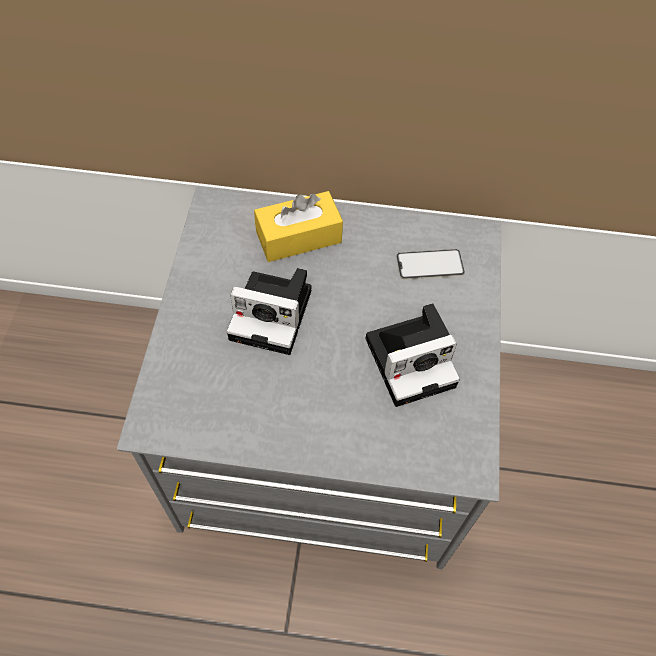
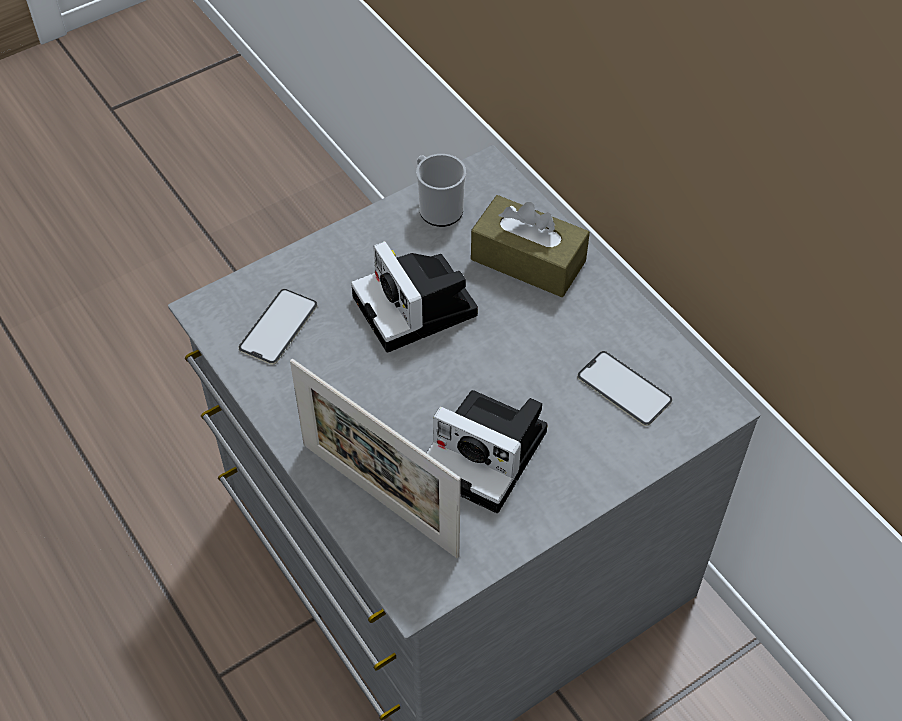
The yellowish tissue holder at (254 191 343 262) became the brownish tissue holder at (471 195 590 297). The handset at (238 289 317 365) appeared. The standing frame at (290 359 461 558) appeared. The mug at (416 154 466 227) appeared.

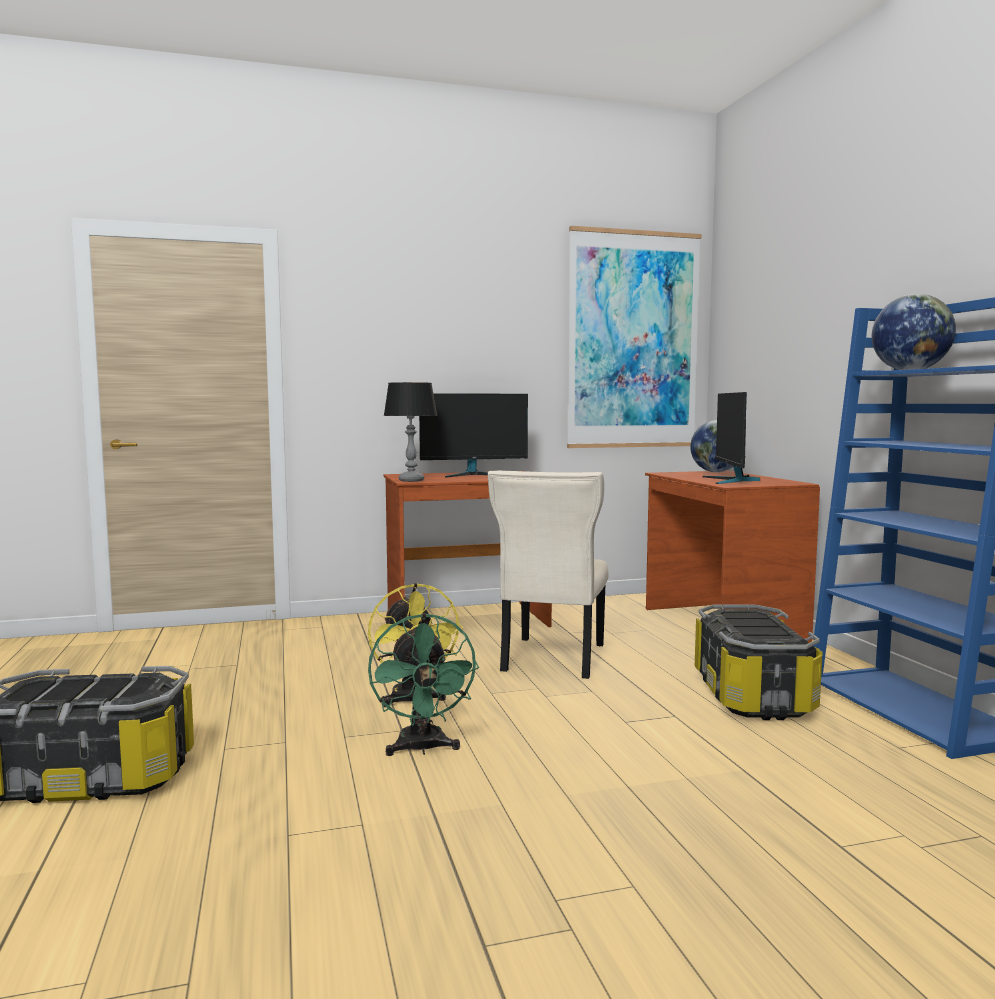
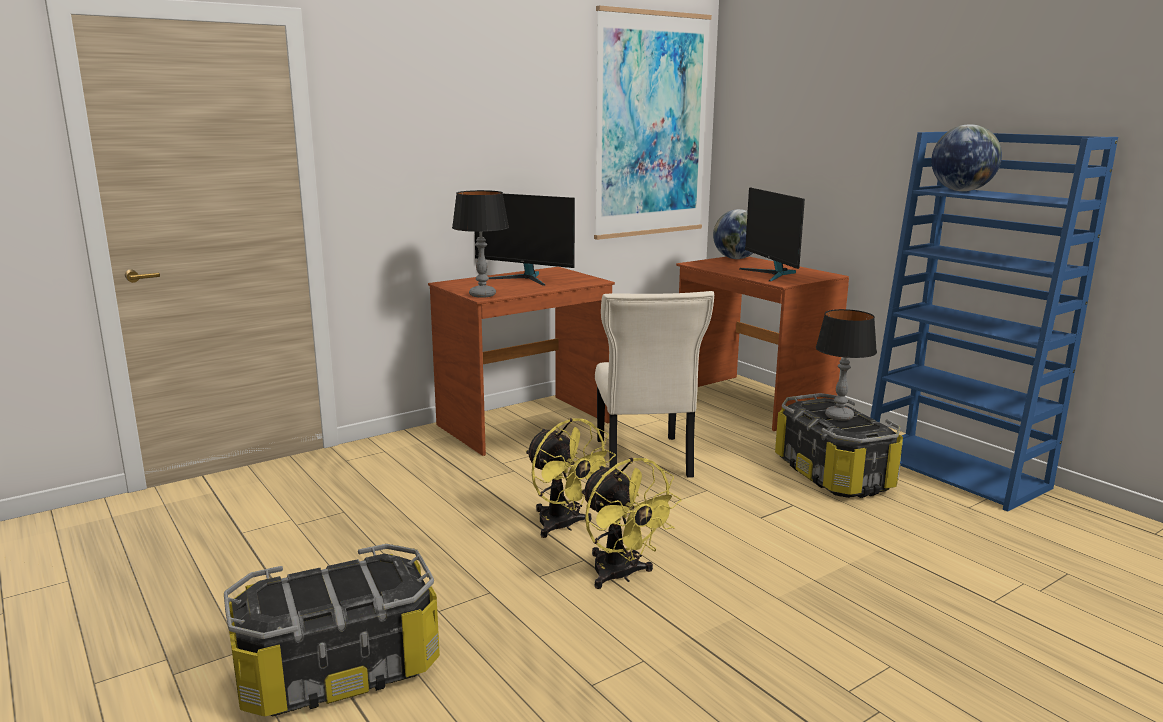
The green-coloured electric fan at (368 613 479 756) became the yellowish electric fan at (581 458 682 589). The computer display at (419 393 528 478) turned 60 degrees clockwise. The table lamp at (816 309 877 421) appeared.

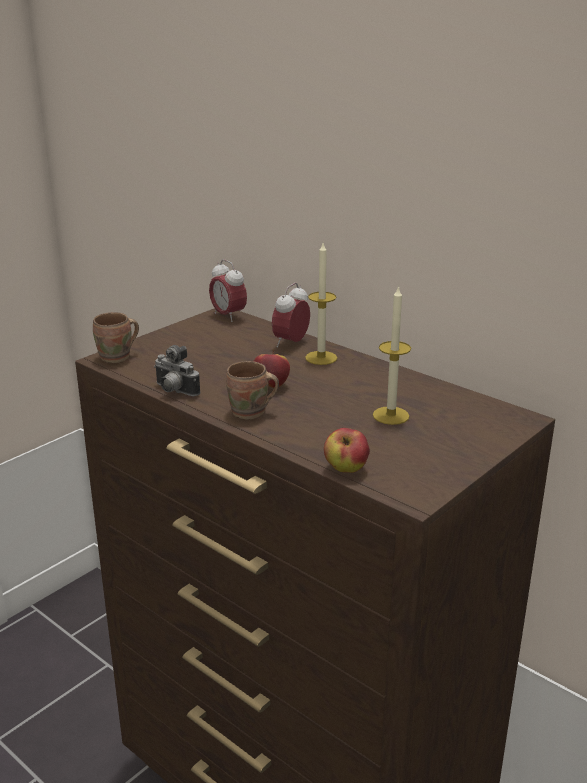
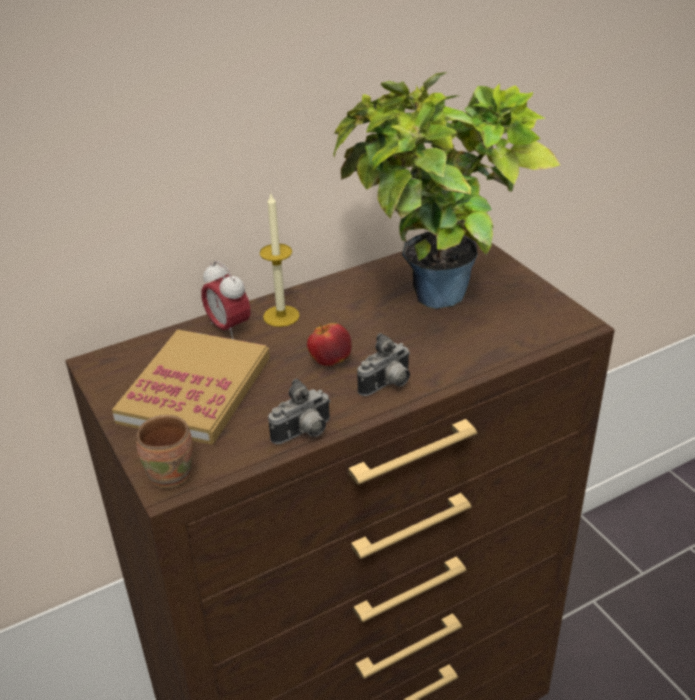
The table clock at (209 259 247 322) disappeared. The brownish mug at (226 361 279 420) was replaced by the still camera at (357 333 410 396). The apple fruit at (324 428 370 473) disappeared. The wax light at (373 285 411 425) was replaced by the houseplant at (333 72 560 309). The volume at (112 329 270 445) appeared.

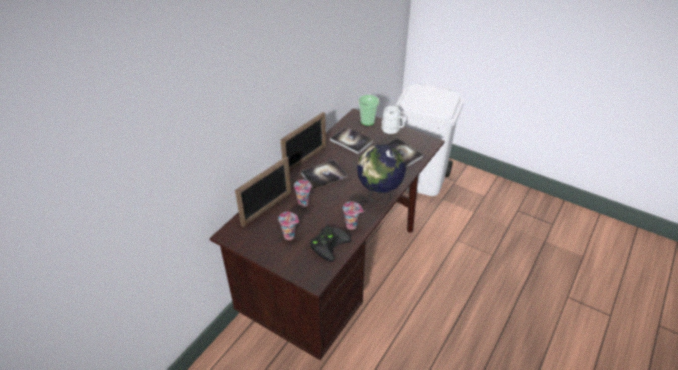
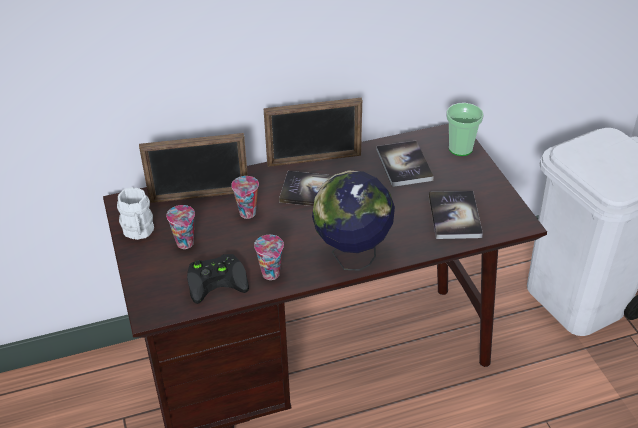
The whitish mug moved from (382 106 405 134) to (117 187 154 240).

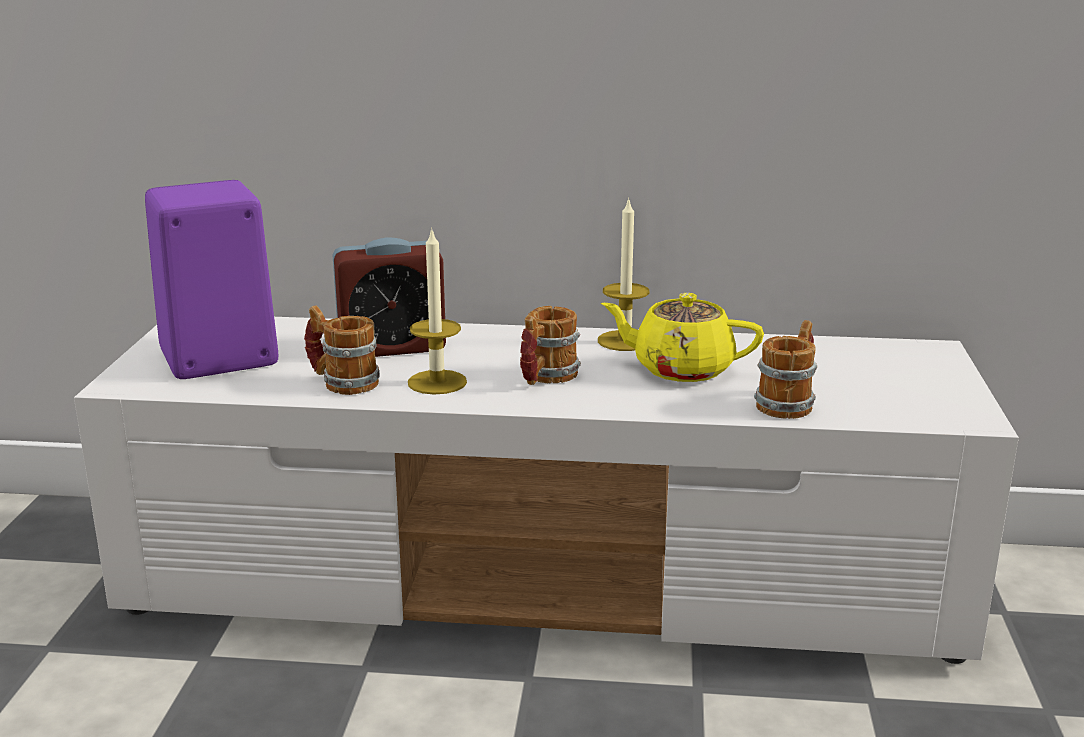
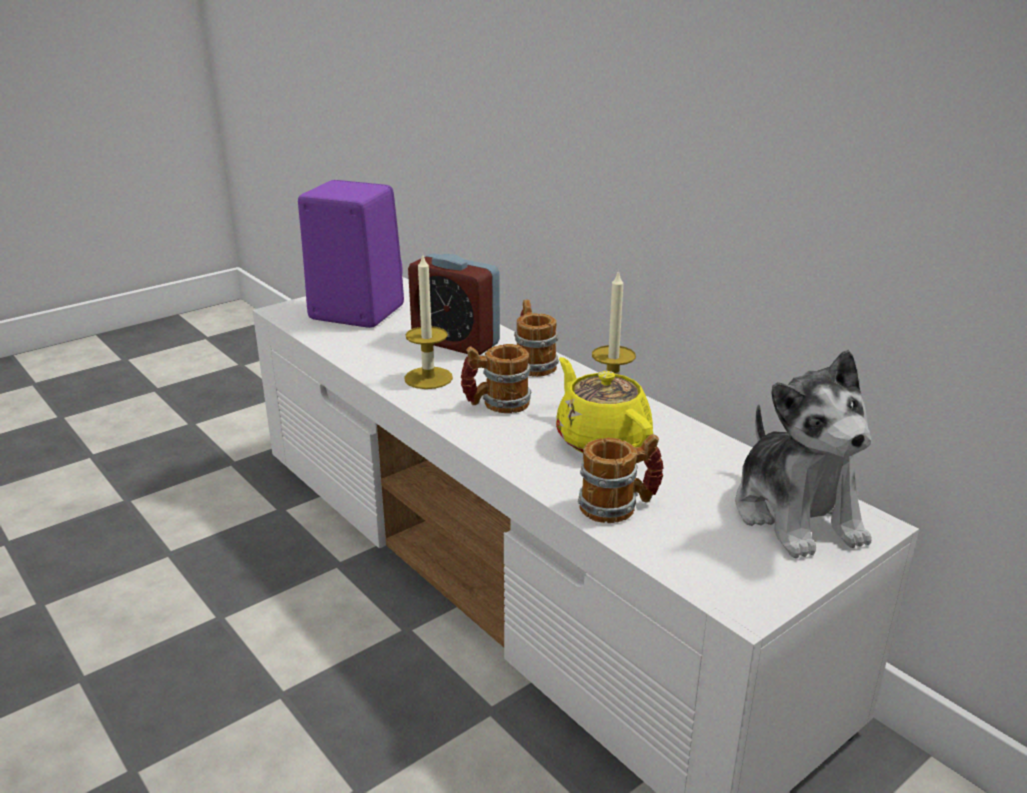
The mug moved from (304 305 380 395) to (514 299 559 377). The cuddly toy at (735 350 872 558) appeared.

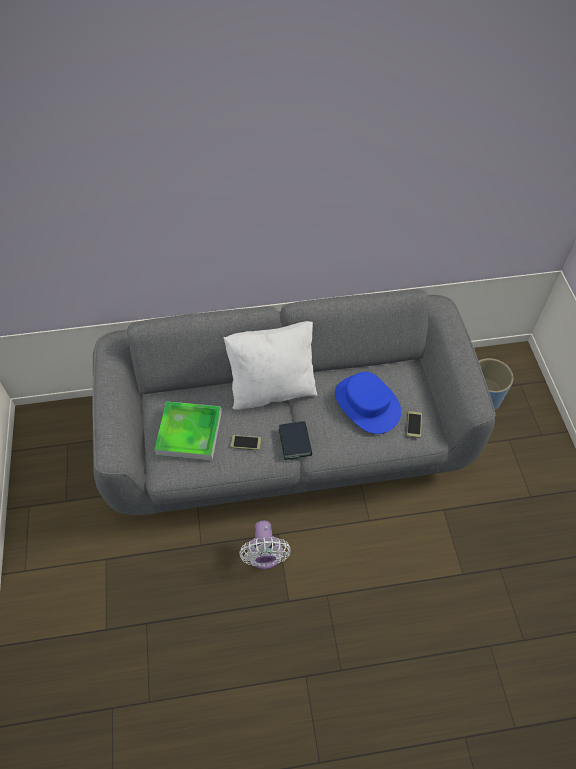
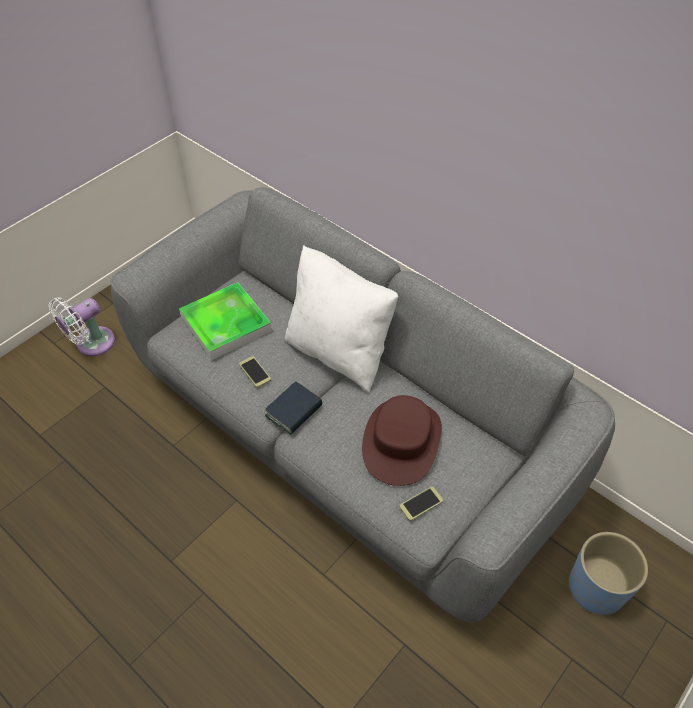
The whitish electric fan moved from (239 521 291 569) to (49 297 115 356). The blue clothing hat at (335 372 401 434) became the brownish clothing hat at (362 395 442 486).

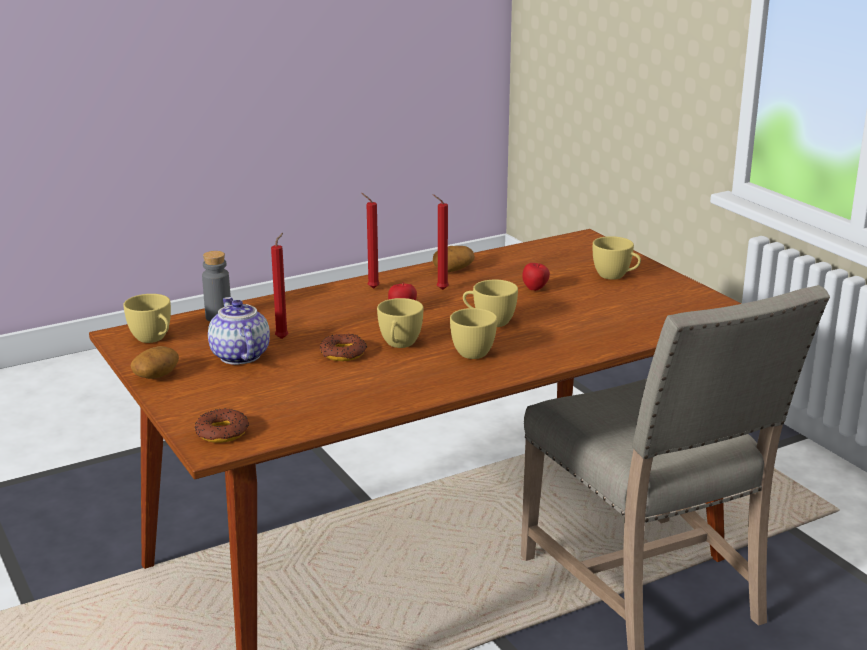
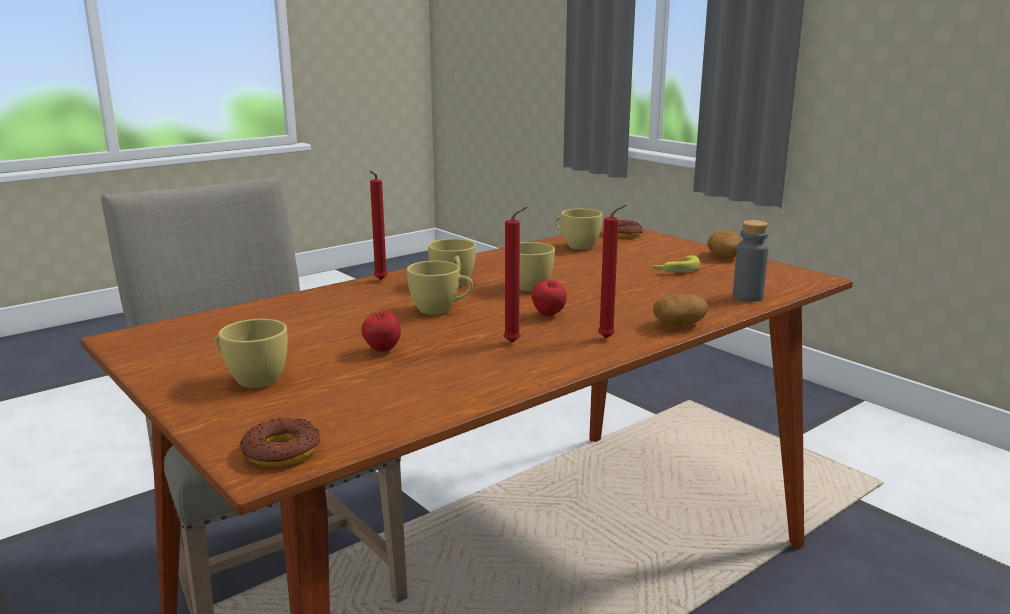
The yellowish cup moved from (123 294 171 343) to (555 209 603 250). The tea pot at (208 297 270 365) was replaced by the banana fruit at (652 256 700 272). The red-coloured wax light moved from (271 233 288 339) to (370 171 388 280). The donut moved from (319 334 367 361) to (240 417 321 466). The spud moved from (433 246 475 272) to (653 293 708 327).

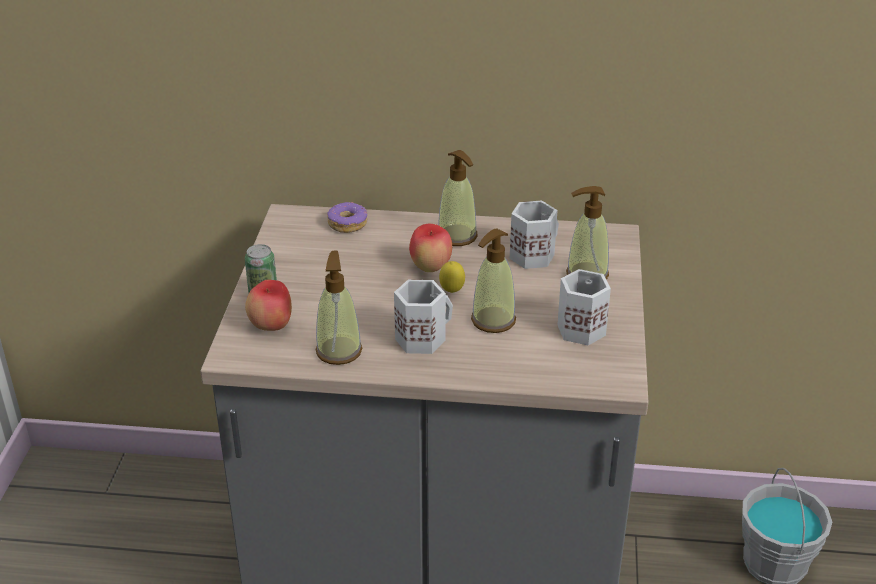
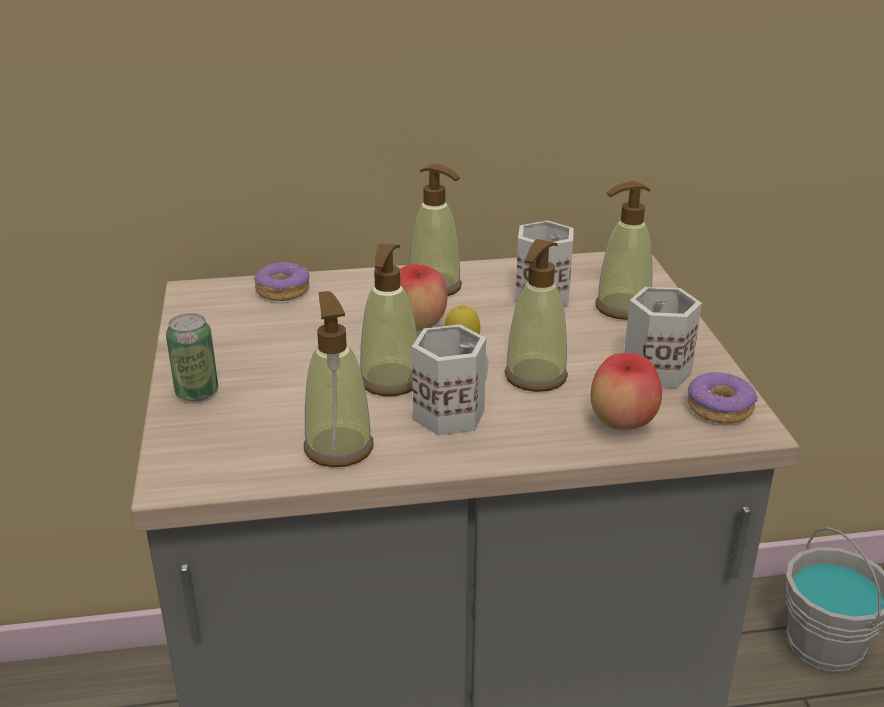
The apple fruit moved from (245 280 292 331) to (590 353 662 430). The soap dispenser at (360 244 418 396) appeared. The donut at (687 372 758 424) appeared.

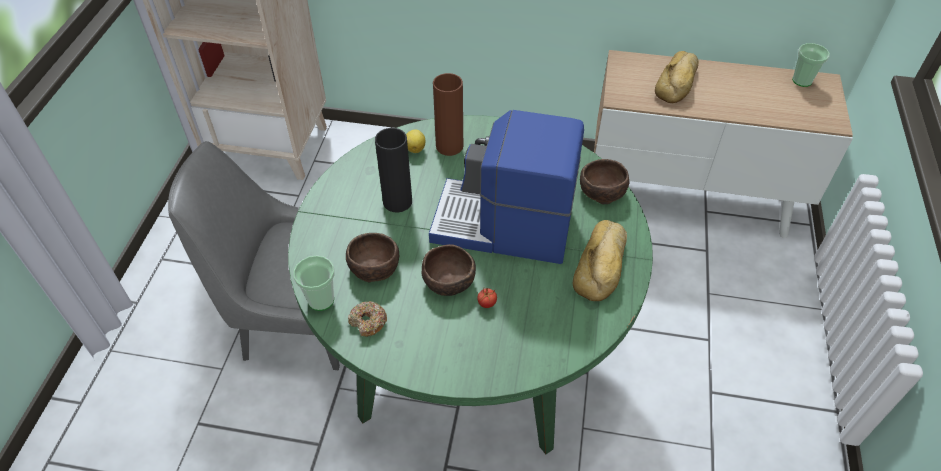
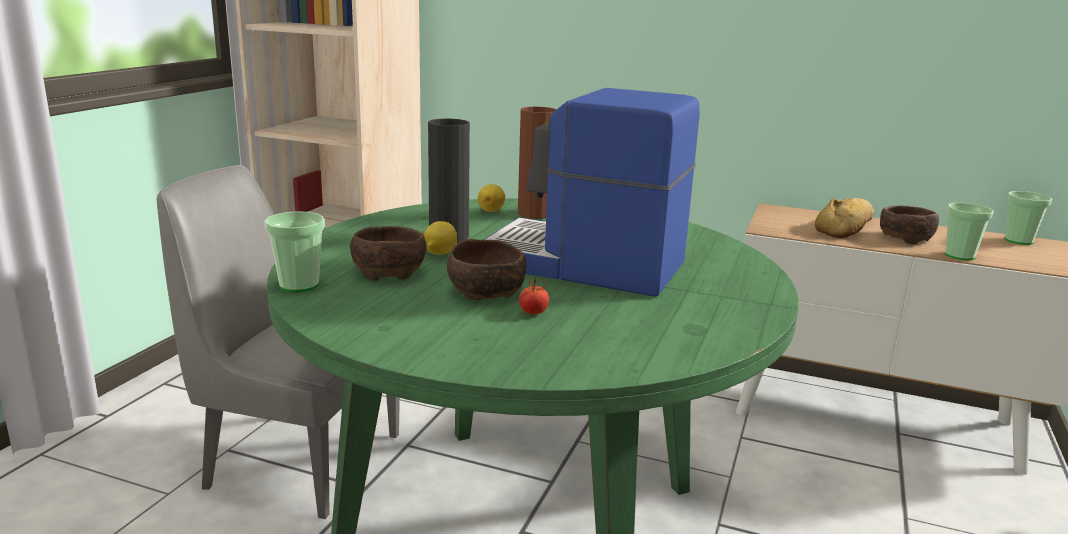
The donut at (348 301 387 337) disappeared. The bread at (573 220 627 301) disappeared. The brownish serving bowl moved from (580 159 629 204) to (880 205 939 244). The lemon at (424 221 457 255) appeared. The cup at (945 203 994 260) appeared.

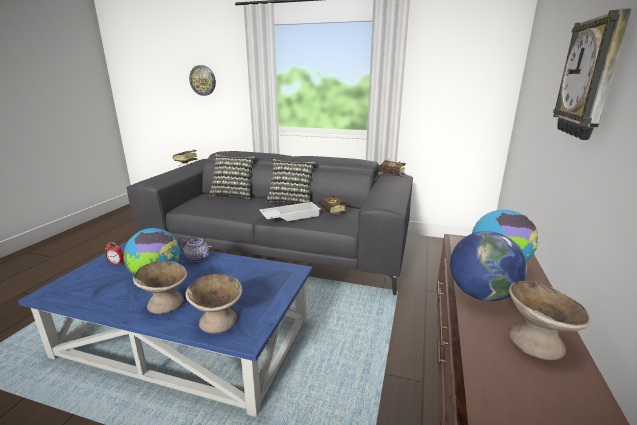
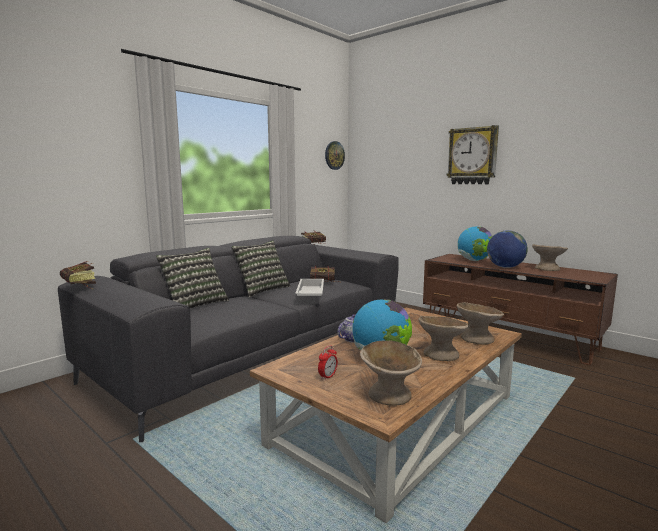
The blue coffee table at (18 240 312 417) became the brownish coffee table at (250 308 522 523). The clock on the wall moved from (189 65 216 96) to (325 141 345 170). The beige serving bowl at (360 341 422 406) appeared.

